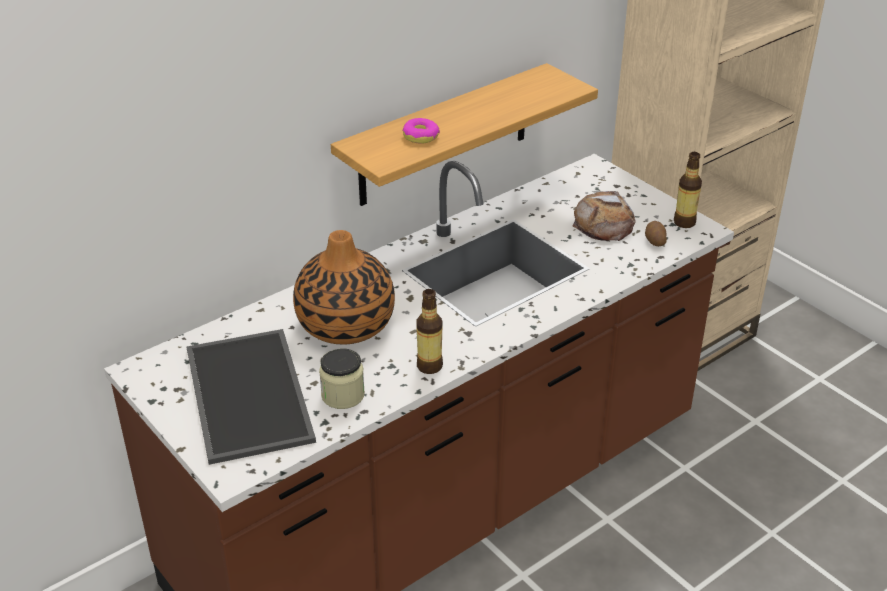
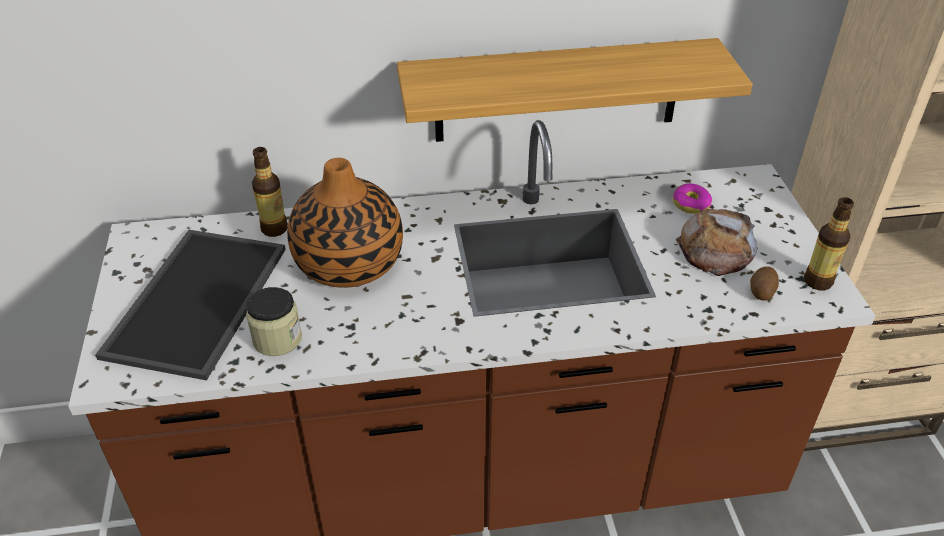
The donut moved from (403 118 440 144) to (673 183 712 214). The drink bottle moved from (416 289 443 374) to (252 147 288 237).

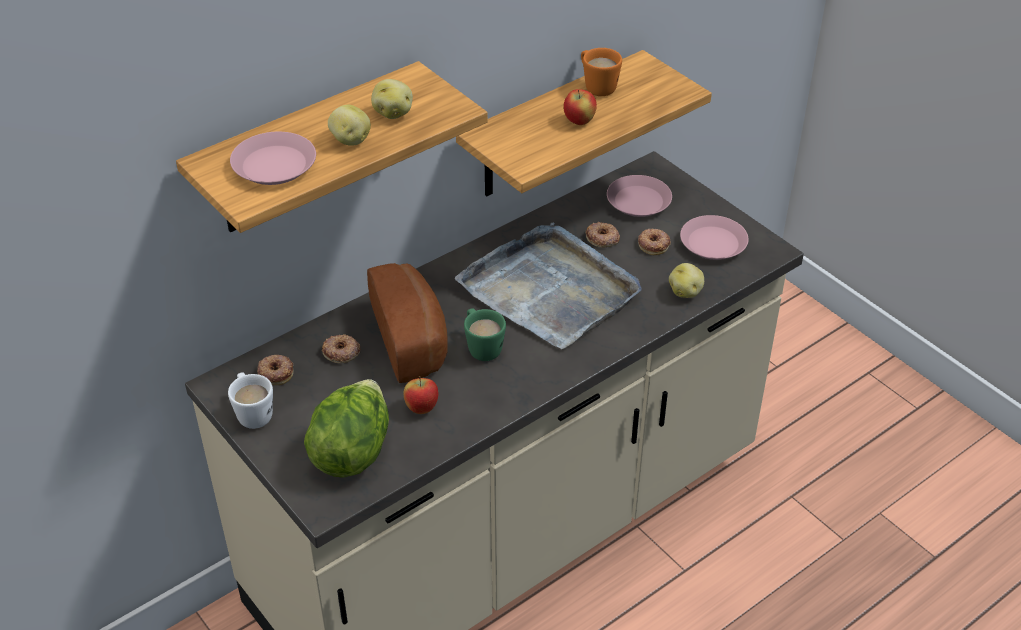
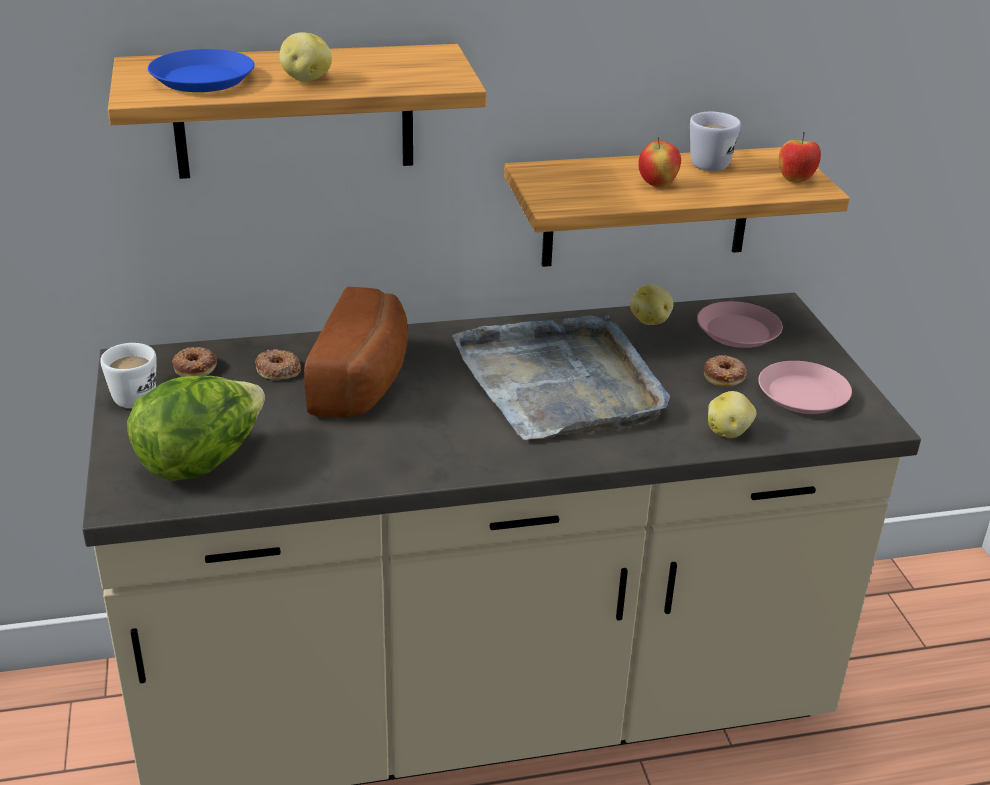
The pinkish dinner plate at (230 132 316 185) became the blue dinner plate at (148 49 254 92). The spud moved from (371 79 413 119) to (630 284 674 325). The apple fruit moved from (404 376 438 414) to (779 131 821 183). The green-coloured mug at (464 308 506 361) disappeared. The orange mug at (581 48 622 96) became the whitish mug at (690 112 741 171). The donut at (586 222 620 247) disappeared.

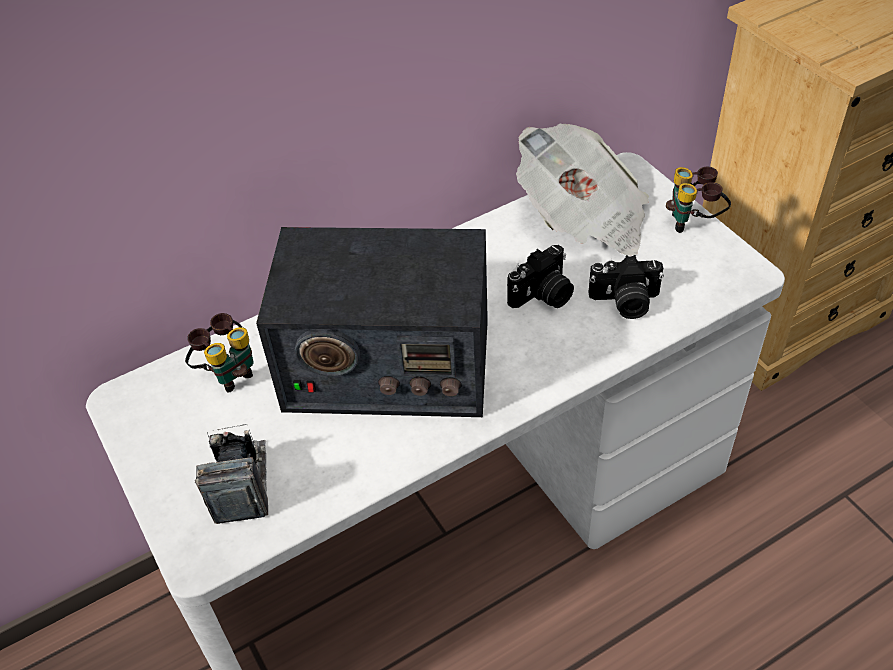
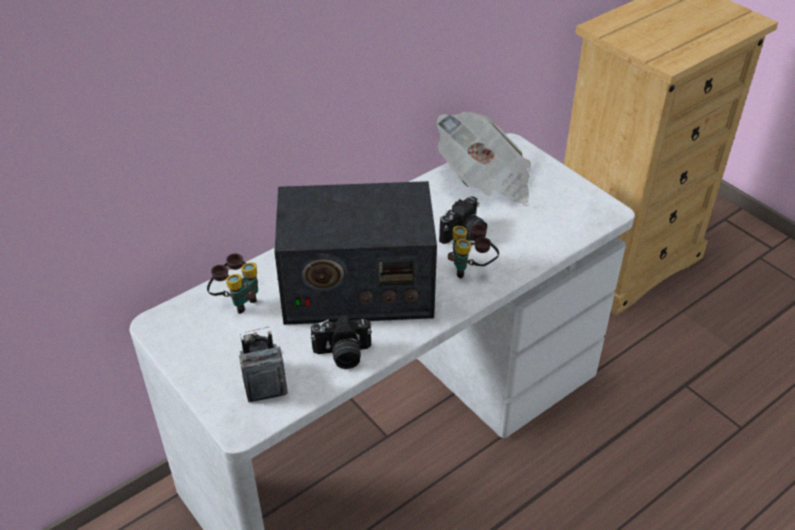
The still camera moved from (589 255 664 319) to (311 316 372 369). The binoculars moved from (666 167 731 233) to (448 224 499 278).

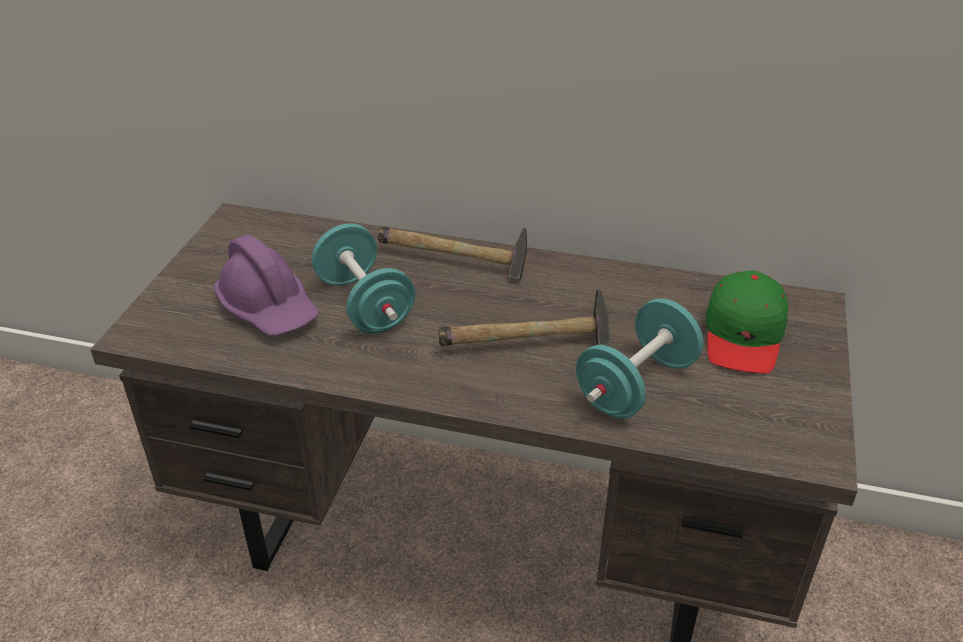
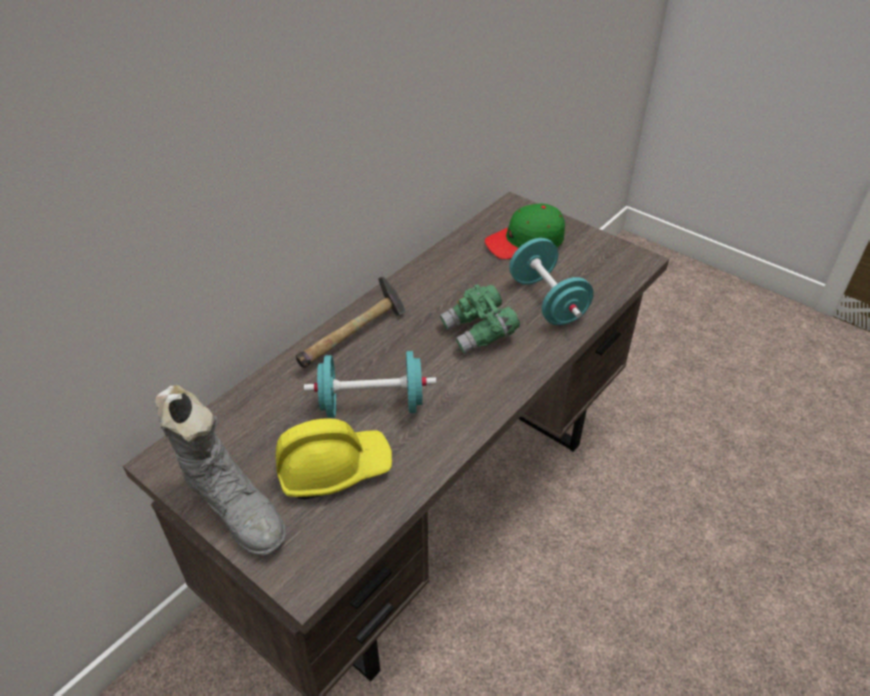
The purple-coloured work helmet at (214 235 320 336) became the yellowish work helmet at (276 418 392 499). The hammer at (438 289 611 346) was replaced by the green-coloured binoculars at (440 285 520 354). The green-coloured peaked cap at (706 270 788 374) turned 120 degrees clockwise. The grey high-top boot at (155 385 286 555) appeared.

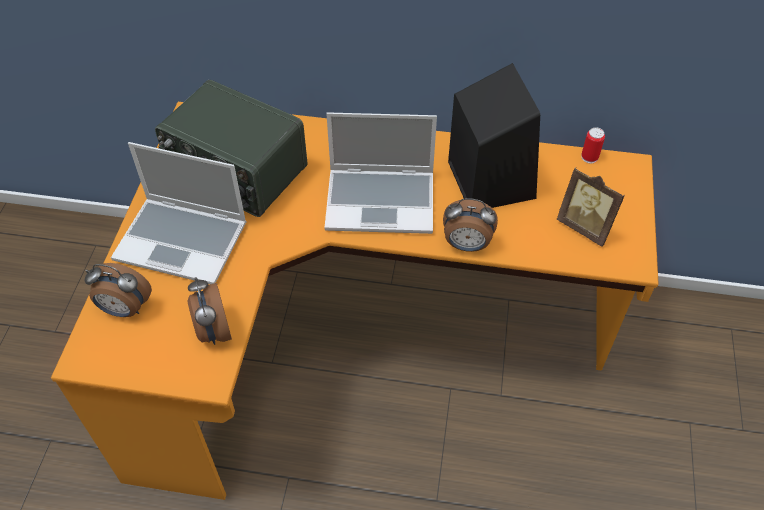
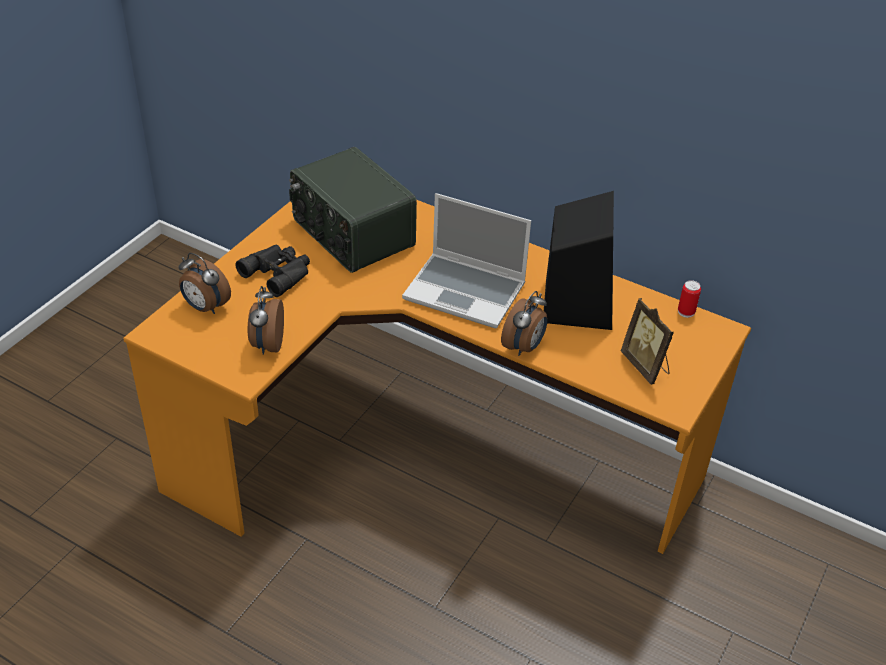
The notebook computer at (111 142 247 284) was replaced by the black binoculars at (236 245 310 297). The table clock at (443 198 498 252) turned 90 degrees counterclockwise.

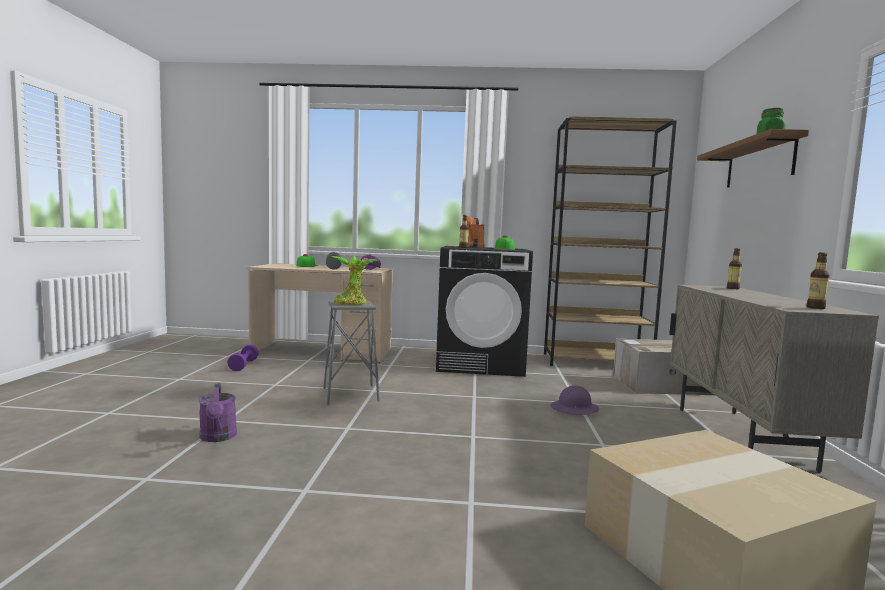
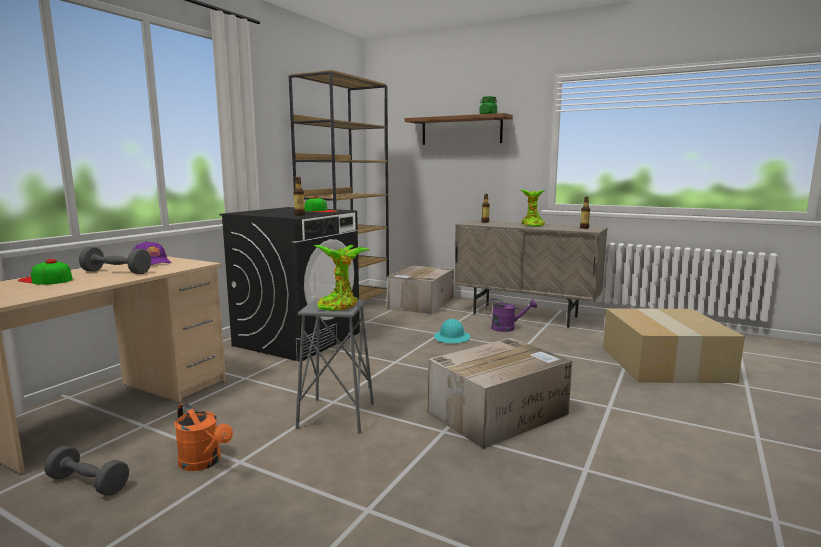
The purple-coloured watering pot moved from (199 383 237 442) to (486 299 537 332). The purple-coloured hand weight at (227 345 259 371) became the grey hand weight at (44 446 129 496). The orange watering pot moved from (467 216 484 247) to (174 403 233 471). The purple-coloured work helmet at (550 385 599 415) became the blue-green work helmet at (434 319 470 343). The cardboard box at (428 338 572 449) appeared. The houseplant at (519 190 545 226) appeared.

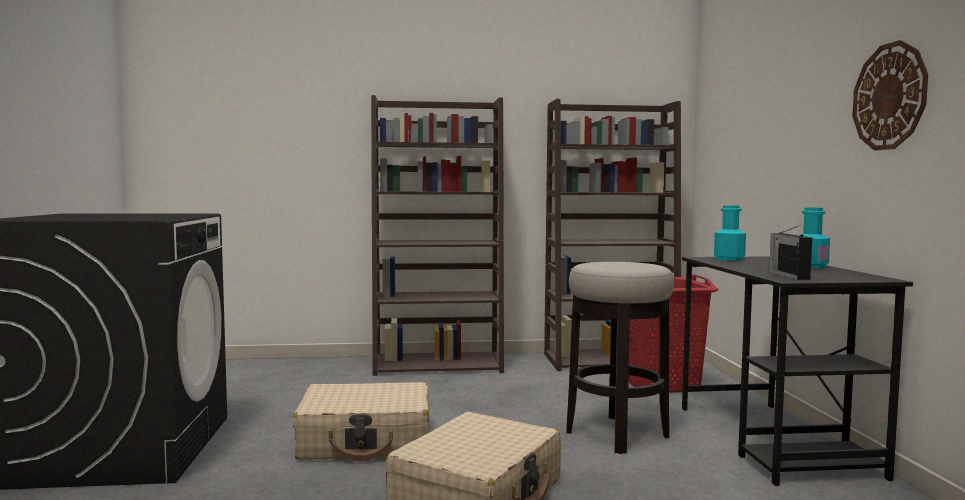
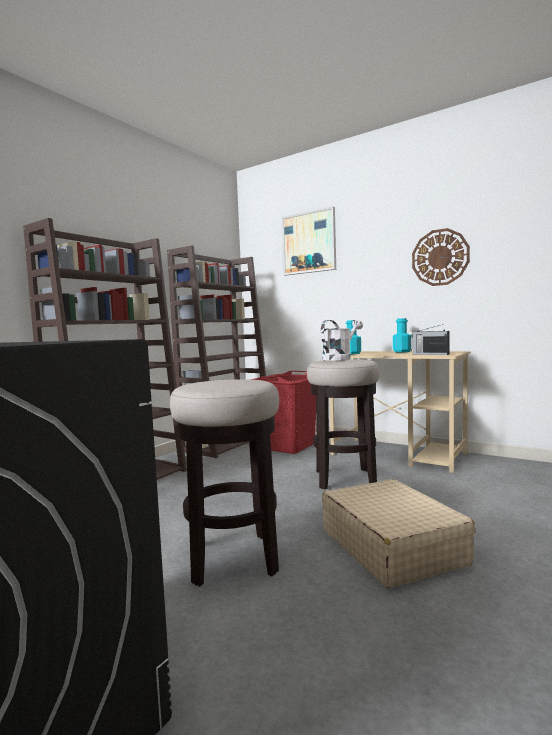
The beige suitcase at (293 382 430 462) was replaced by the stool seat at (170 379 279 586). The black desk at (682 256 913 486) became the beige desk at (329 351 470 473). The wall picture at (281 206 336 276) appeared. The whitish watering pot at (321 319 363 361) appeared.

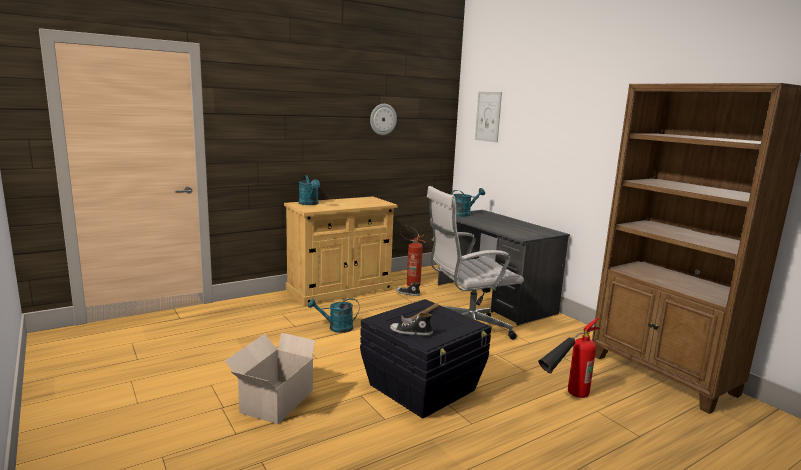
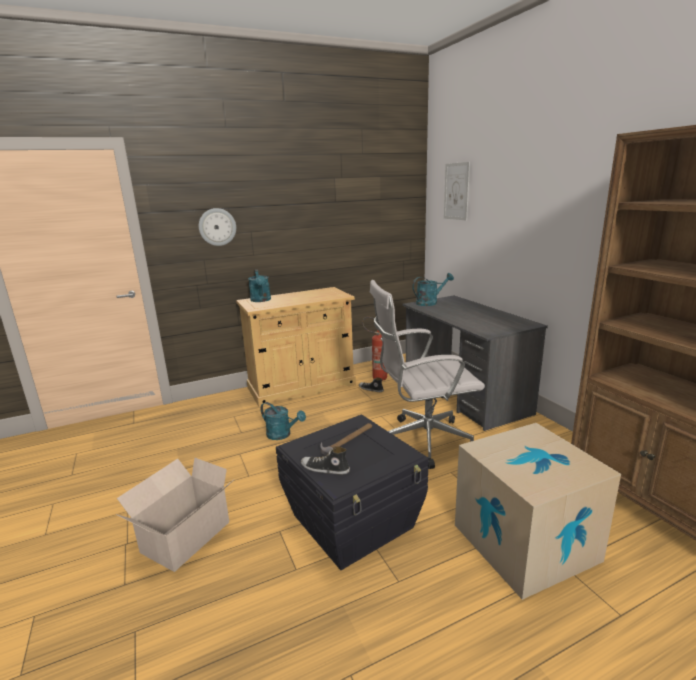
The blue-green watering pot at (308 298 360 333) turned 150 degrees counterclockwise. The clock on the wall moved from (370 104 397 135) to (199 208 236 246). The fire-fighting cylinder at (538 317 600 398) was replaced by the cardboard box at (455 423 621 600).

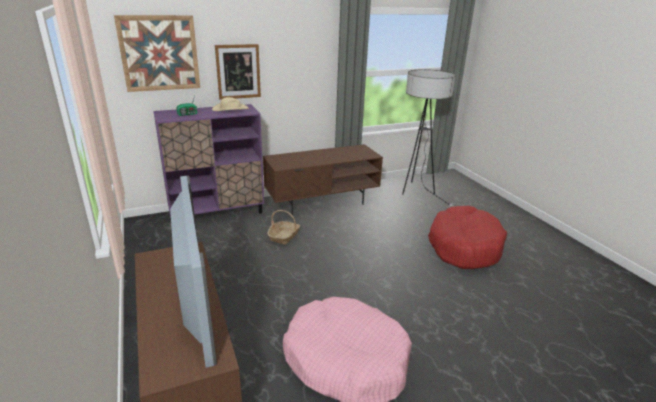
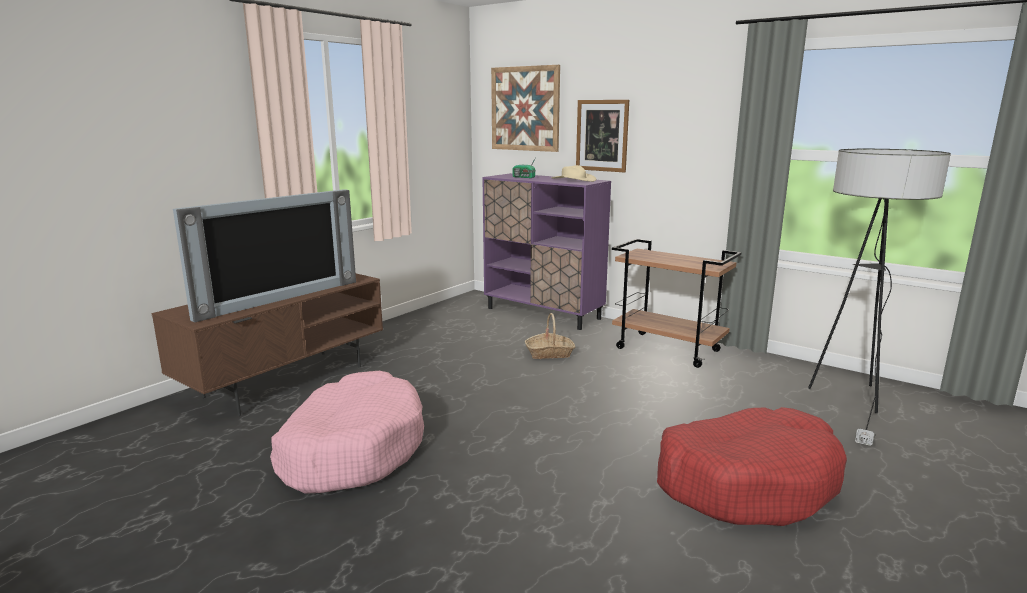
The brownish tv stand at (263 144 383 215) was replaced by the brownish trolley at (612 239 742 368).

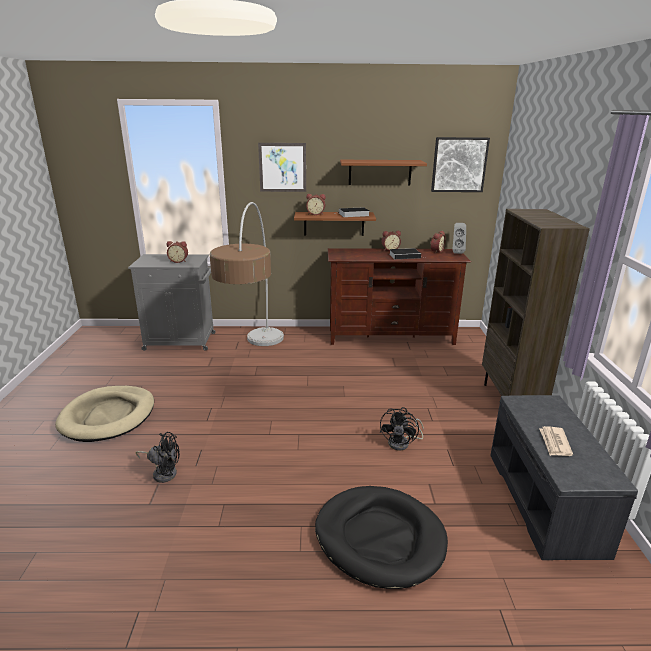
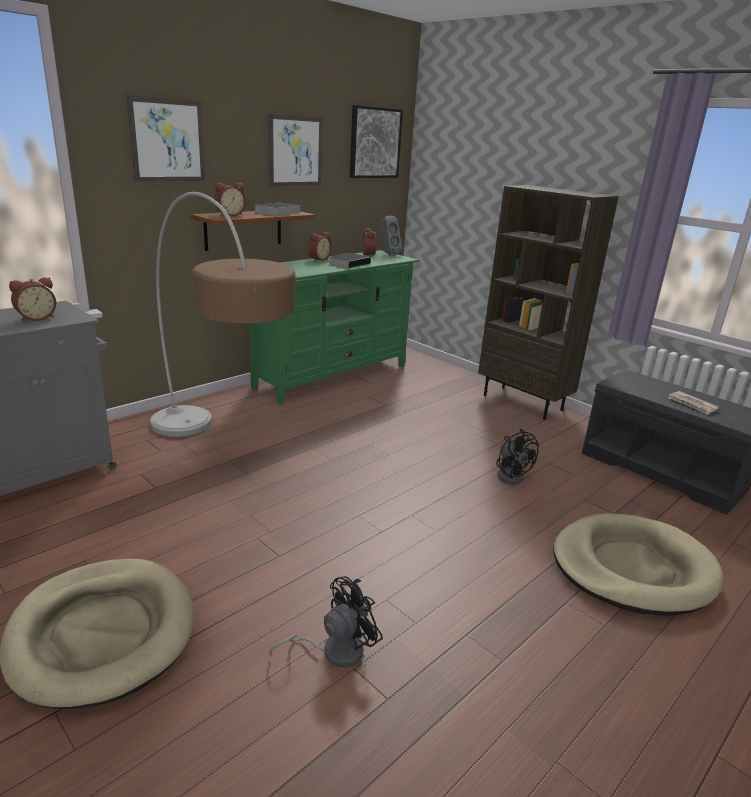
The black pet bed at (315 486 448 589) became the beige pet bed at (553 513 723 615). The brownish tv stand at (328 248 471 345) became the green-coloured tv stand at (249 250 419 404). The brownish wall shelf at (340 160 427 185) was replaced by the wall picture at (268 114 323 186).

